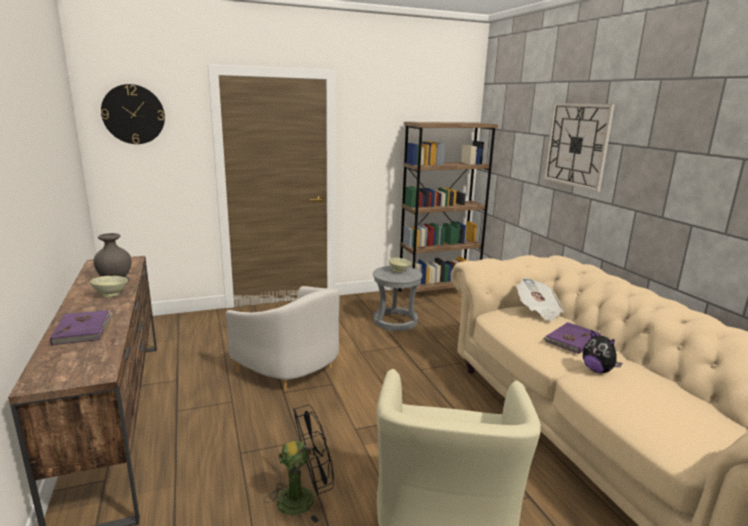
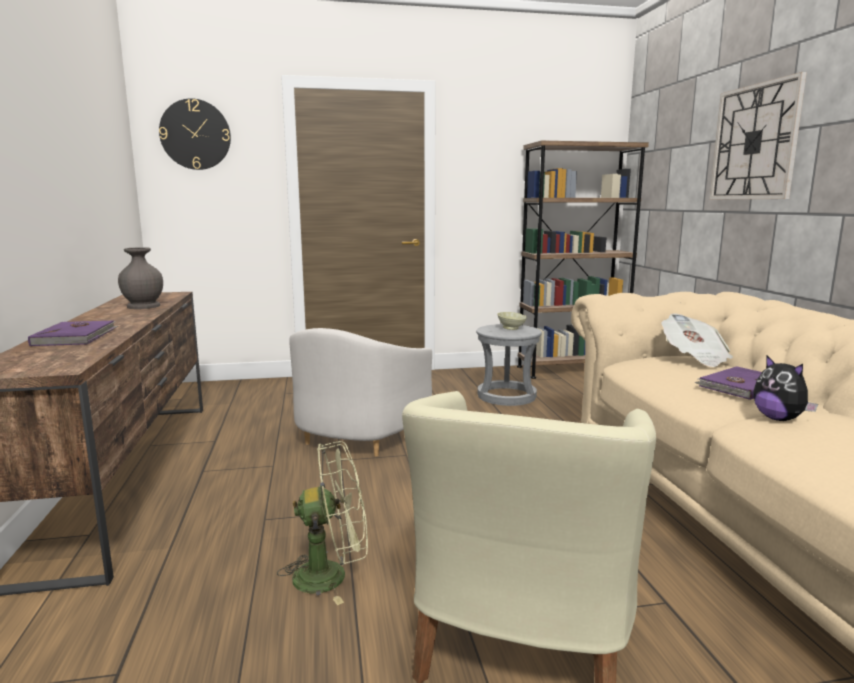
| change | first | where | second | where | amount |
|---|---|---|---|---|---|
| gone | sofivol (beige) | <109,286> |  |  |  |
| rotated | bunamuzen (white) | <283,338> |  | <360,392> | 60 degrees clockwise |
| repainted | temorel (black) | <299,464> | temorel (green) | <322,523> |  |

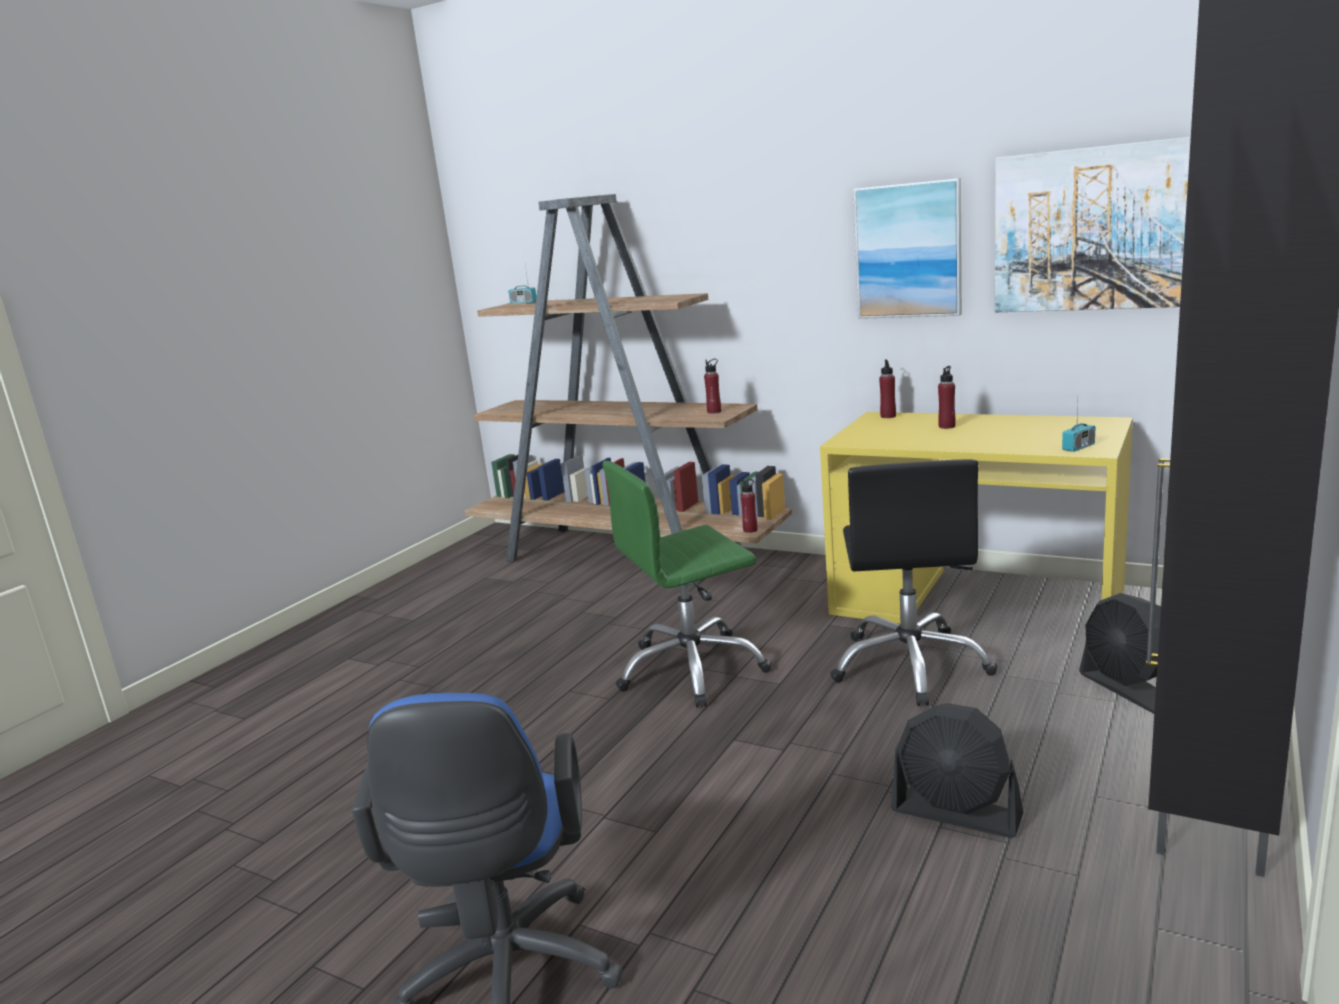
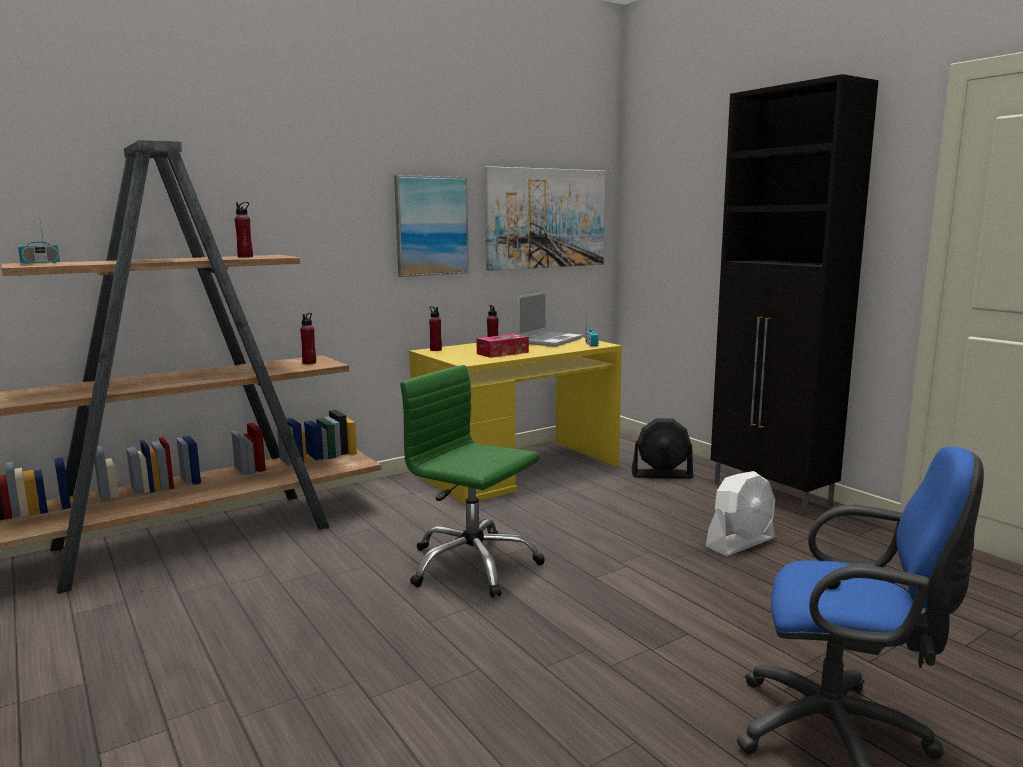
| change | first | where | second | where | amount |
|---|---|---|---|---|---|
| rotated | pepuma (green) | <687,584> |  | <472,481> | 120 degrees clockwise |
| shifted | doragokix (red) | <749,506> |  | <244,230> |  |
| gone | pepuma (black) | <913,582> |  |  |  |
| repainted | temorel (black) | <957,770> | temorel (white) | <740,513> |  |
| new |  |  | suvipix | <502,346> |  |
| new |  |  | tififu | <550,319> |  |

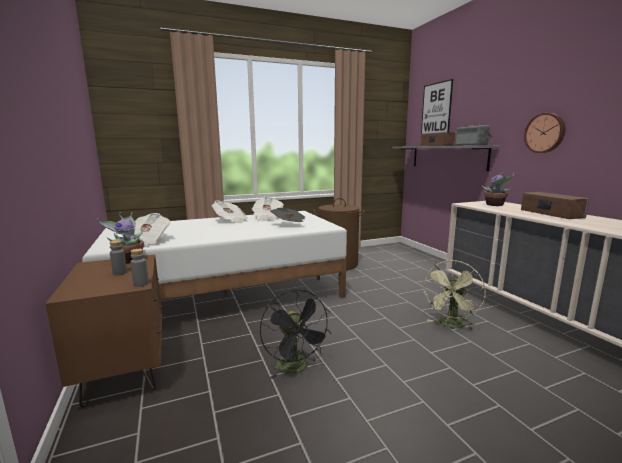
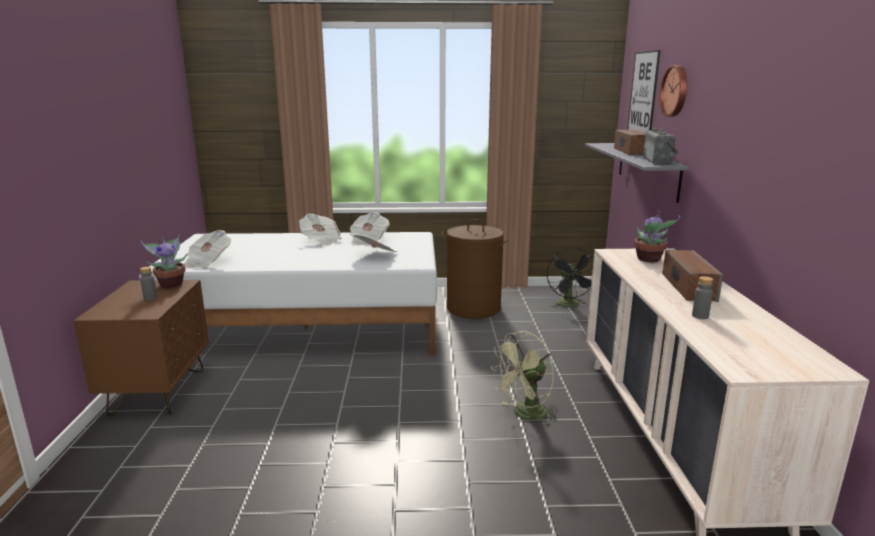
| change | first | where | second | where | amount |
|---|---|---|---|---|---|
| shifted | doragokix (grey) | <139,268> |  | <702,297> |  |
| shifted | temorel (black) | <296,334> |  | <570,277> |  |
| shifted | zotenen | <544,133> |  | <673,91> |  |

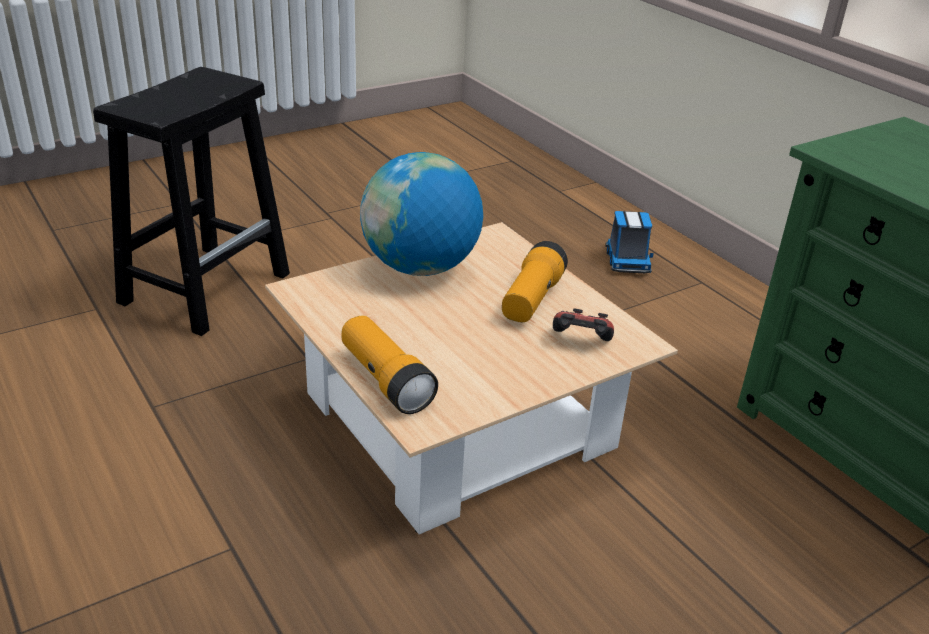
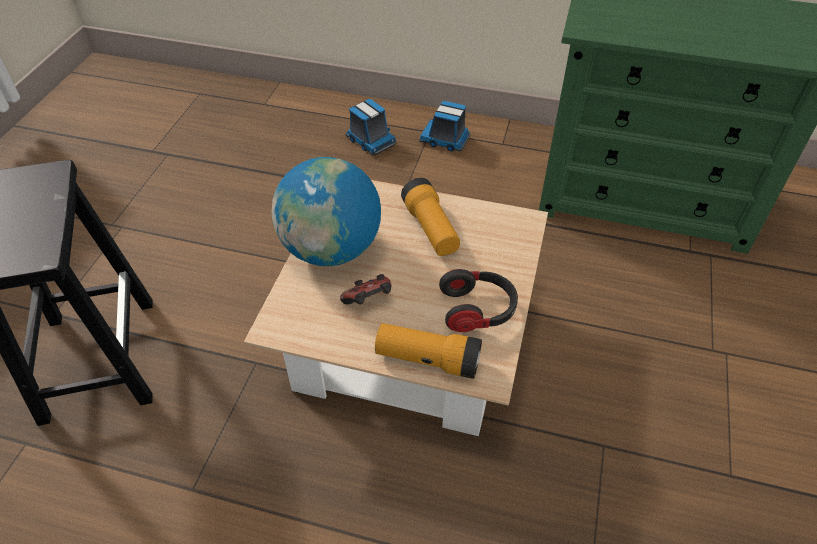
| change | first | where | second | where | amount |
|---|---|---|---|---|---|
| shifted | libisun | <583,324> |  | <365,289> |  |
| new |  |  | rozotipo | <444,126> |  |
| new |  |  | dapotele | <478,300> |  |

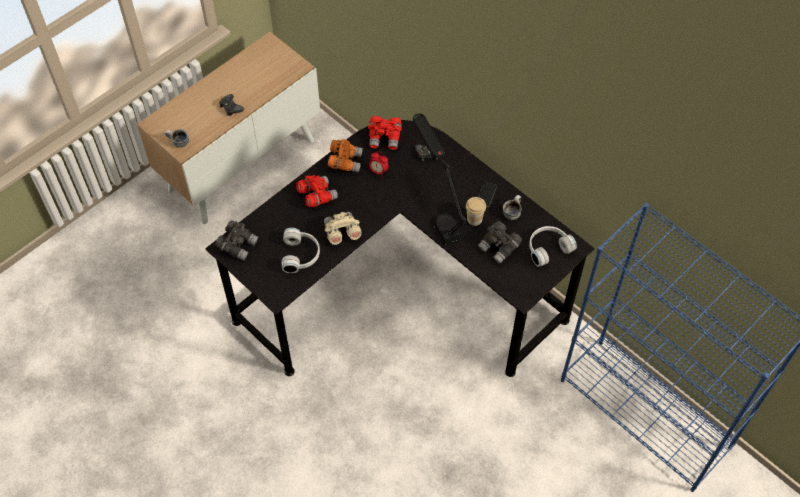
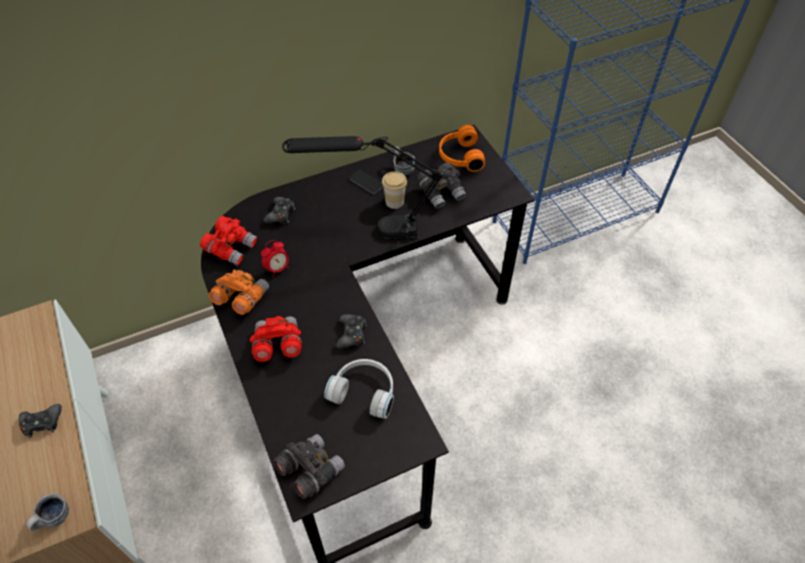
| change | first | where | second | where | amount |
|---|---|---|---|---|---|
| swapped | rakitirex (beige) | <342,228> | libisun (black) | <351,331> |  |
| repainted | dapotele (white) | <553,246> | dapotele (orange) | <462,148> |  |

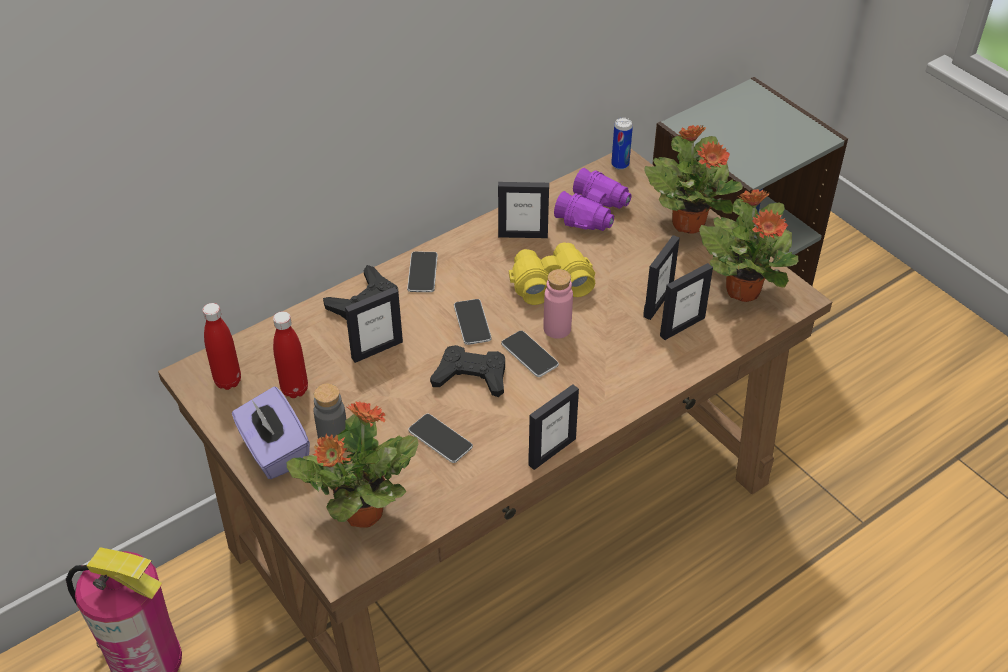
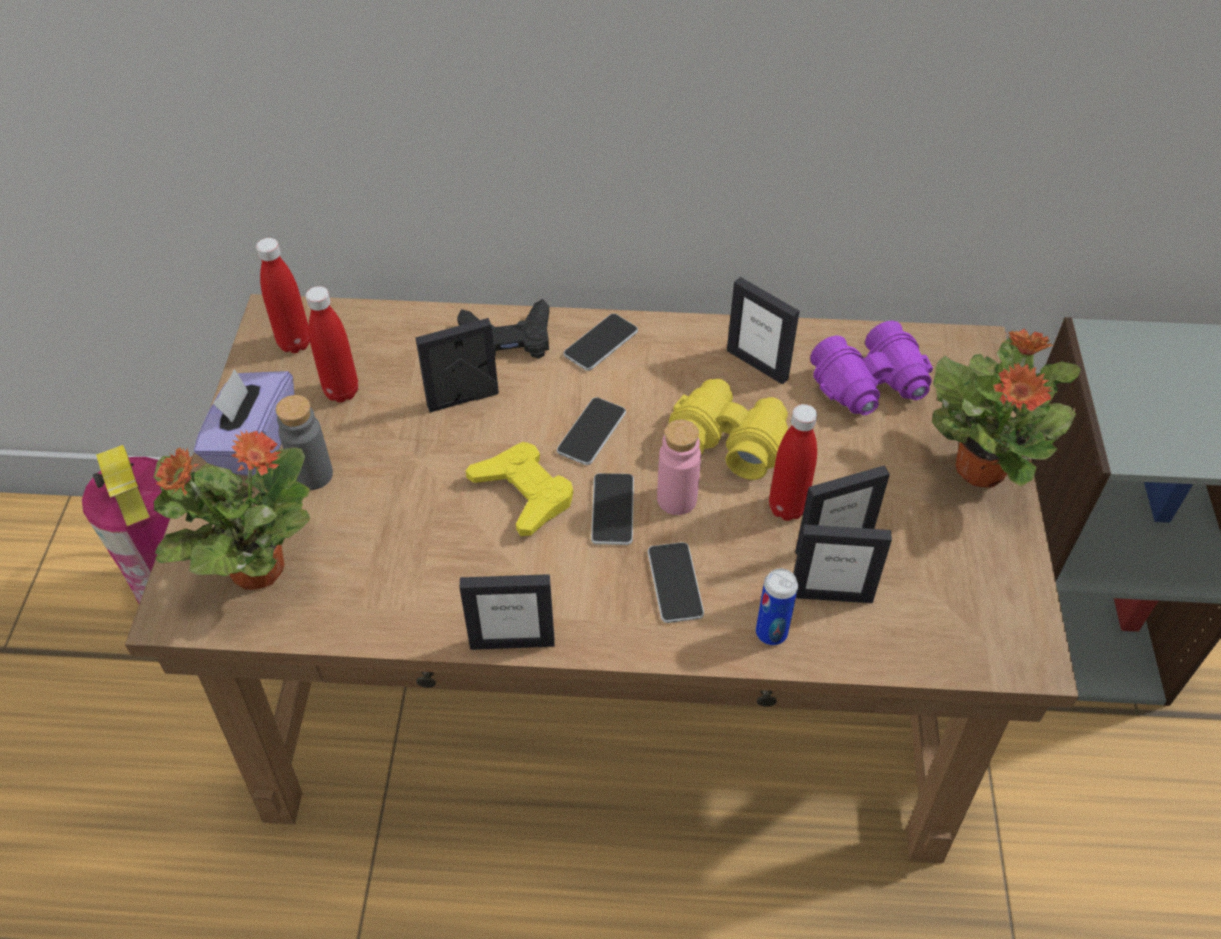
| change | first | where | second | where | amount |
|---|---|---|---|---|---|
| rotated | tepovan | <374,325> |  | <457,365> | 150 degrees clockwise |
| shifted | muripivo | <440,438> |  | <676,582> |  |
| repainted | libisun (black) | <467,371> | libisun (yellow) | <519,489> |  |
| shifted | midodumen | <622,143> |  | <777,607> |  |
| gone | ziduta | <748,245> |  |  |  |
| new |  |  | doragokix (red) | <793,462> |  |

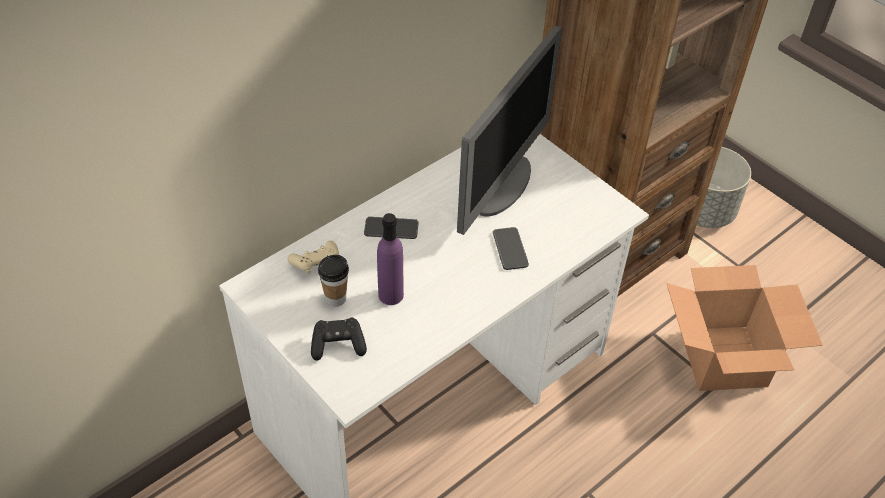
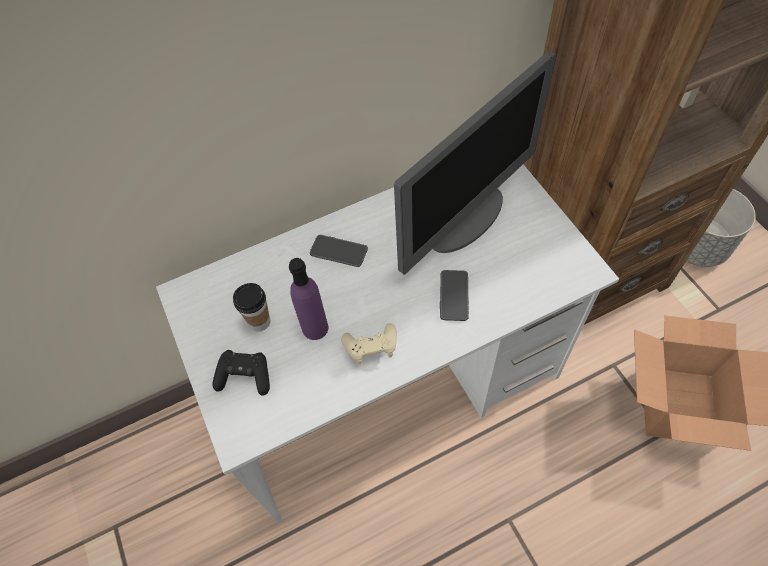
| change | first | where | second | where | amount |
|---|---|---|---|---|---|
| shifted | libisun (beige) | <313,258> |  | <369,344> |  |

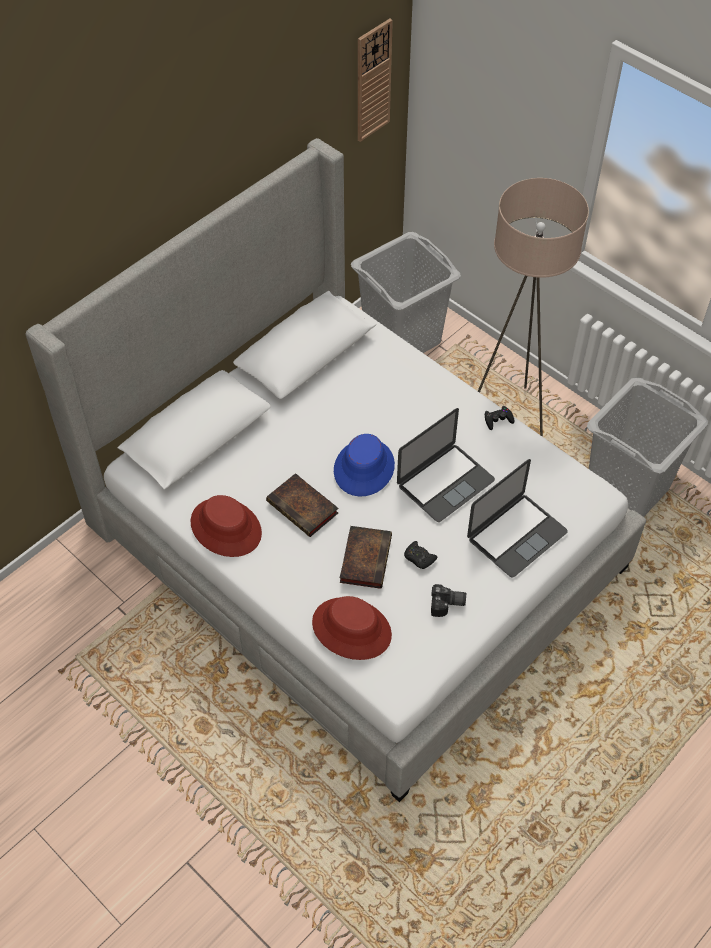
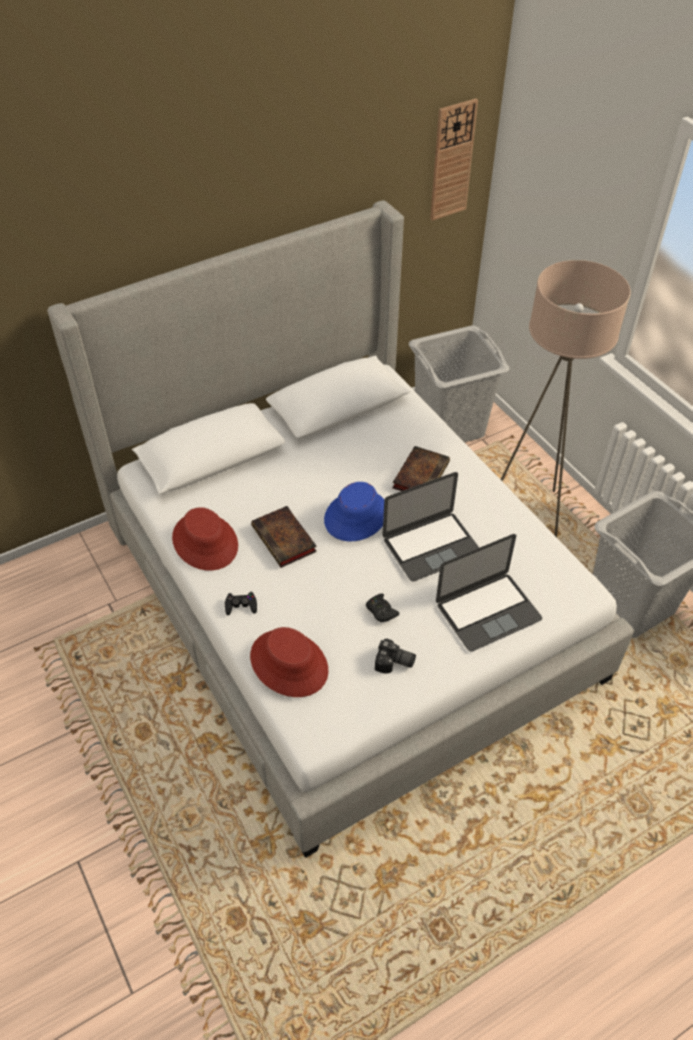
| change | first | where | second | where | amount |
|---|---|---|---|---|---|
| shifted | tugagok | <366,557> |  | <421,468> |  |
| shifted | libisun (black) | <499,418> |  | <241,603> |  |

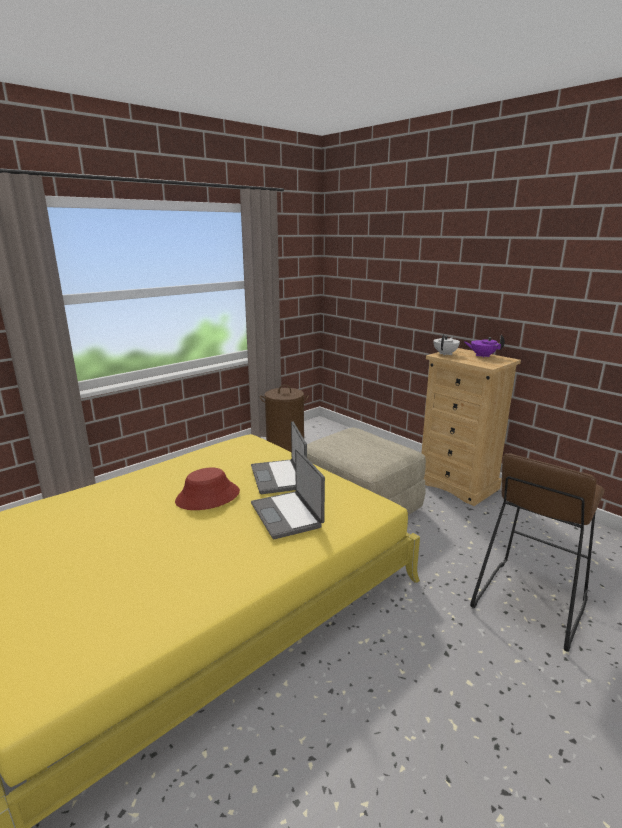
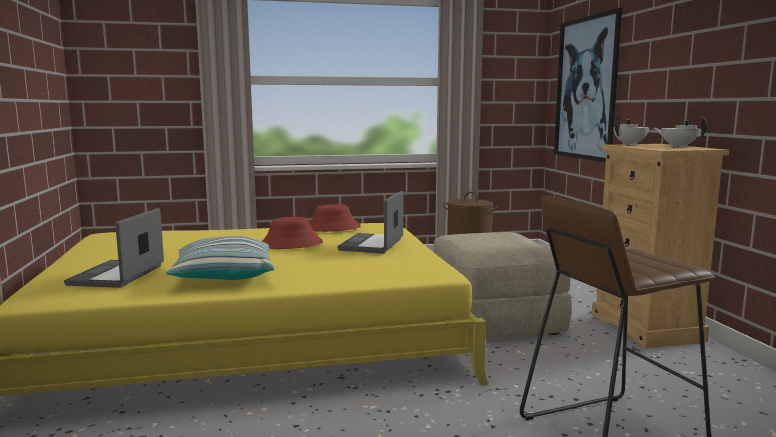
| change | first | where | second | where | amount |
|---|---|---|---|---|---|
| shifted | tififu | <288,494> |  | <114,248> |  |
| repainted | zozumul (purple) | <484,346> | zozumul (white) | <680,131> |  |
| new |  |  | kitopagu | <220,258> |  |
| new |  |  | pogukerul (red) | <335,218> |  |
| new |  |  | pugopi | <588,85> |  |

